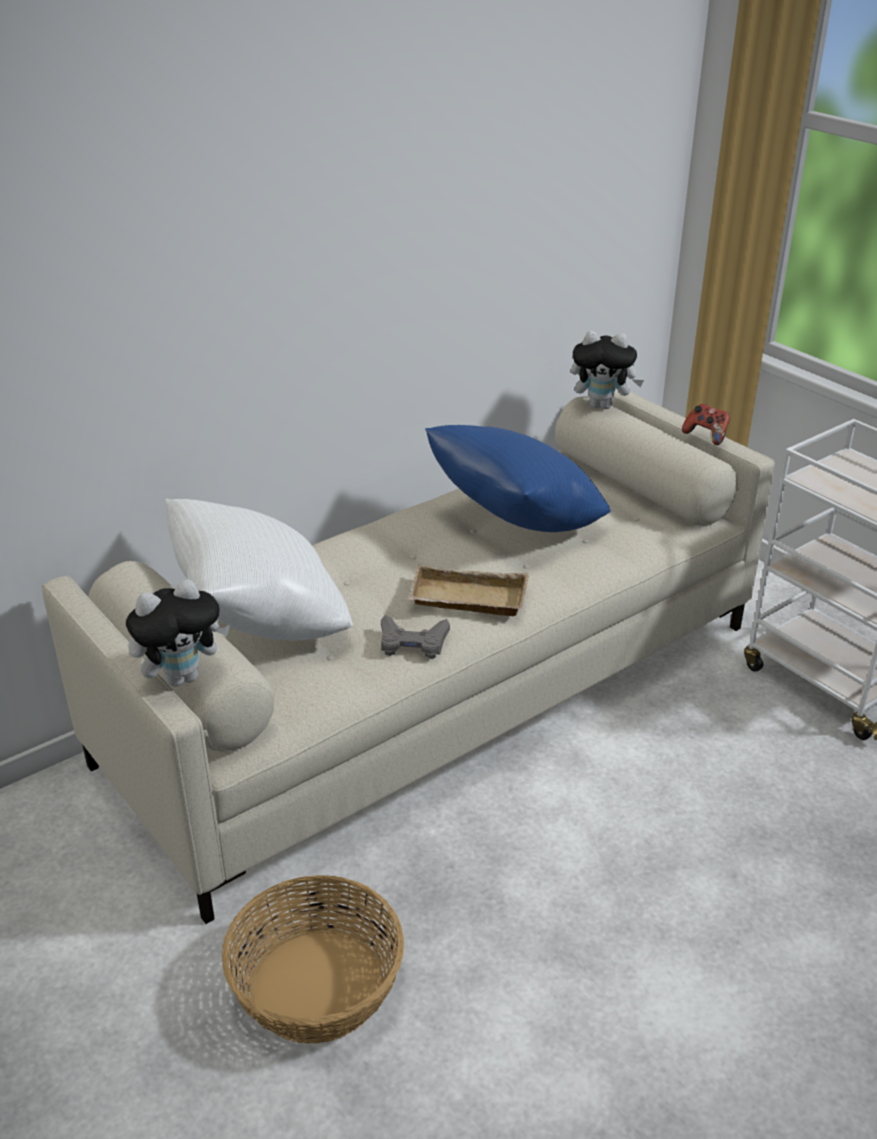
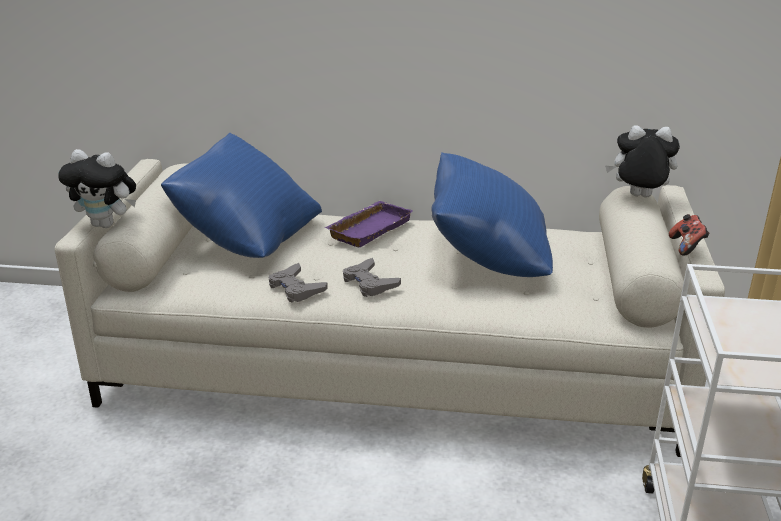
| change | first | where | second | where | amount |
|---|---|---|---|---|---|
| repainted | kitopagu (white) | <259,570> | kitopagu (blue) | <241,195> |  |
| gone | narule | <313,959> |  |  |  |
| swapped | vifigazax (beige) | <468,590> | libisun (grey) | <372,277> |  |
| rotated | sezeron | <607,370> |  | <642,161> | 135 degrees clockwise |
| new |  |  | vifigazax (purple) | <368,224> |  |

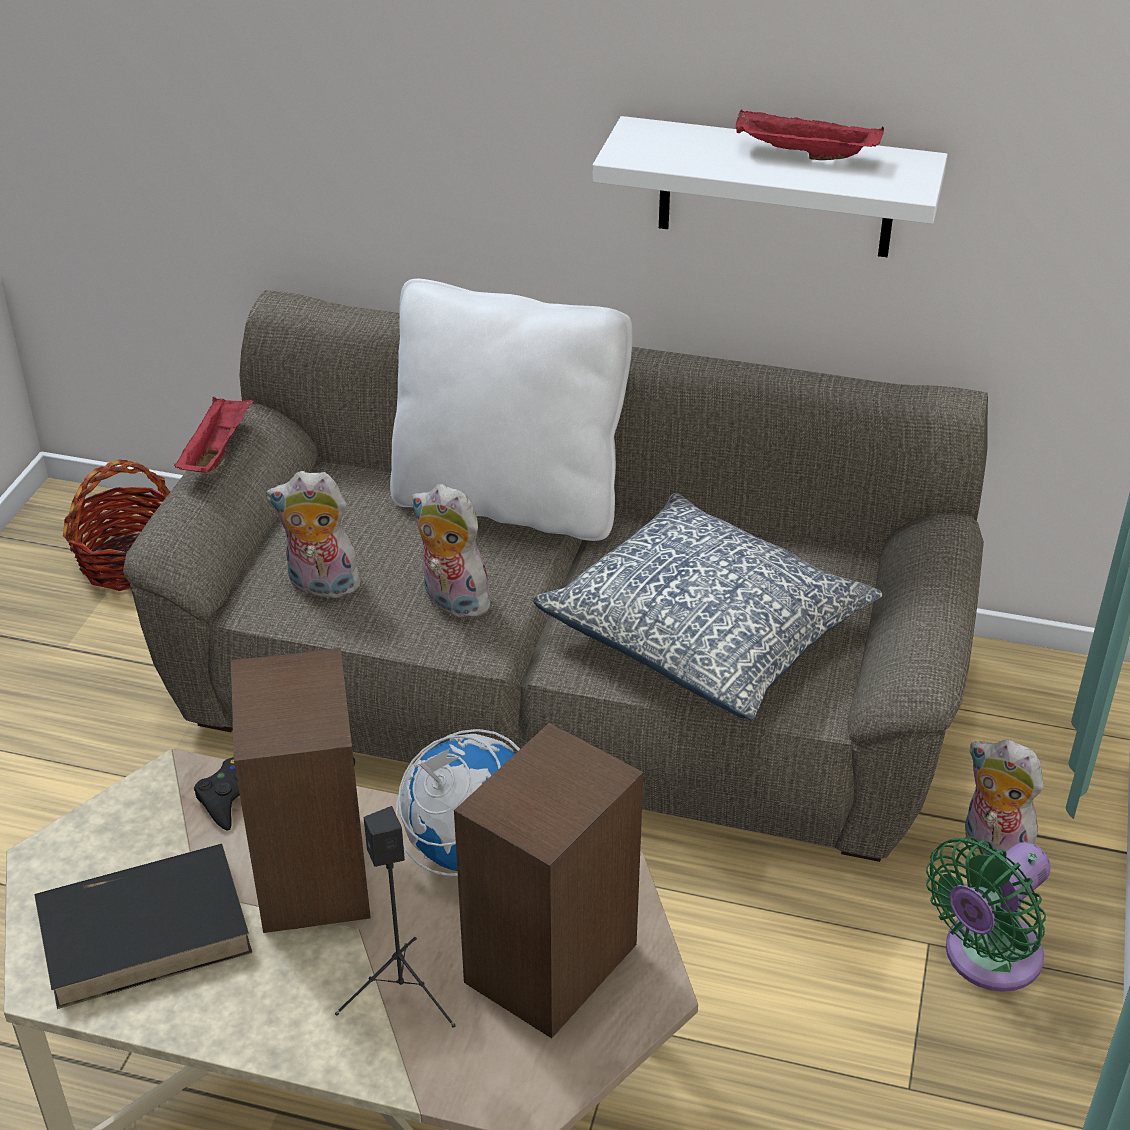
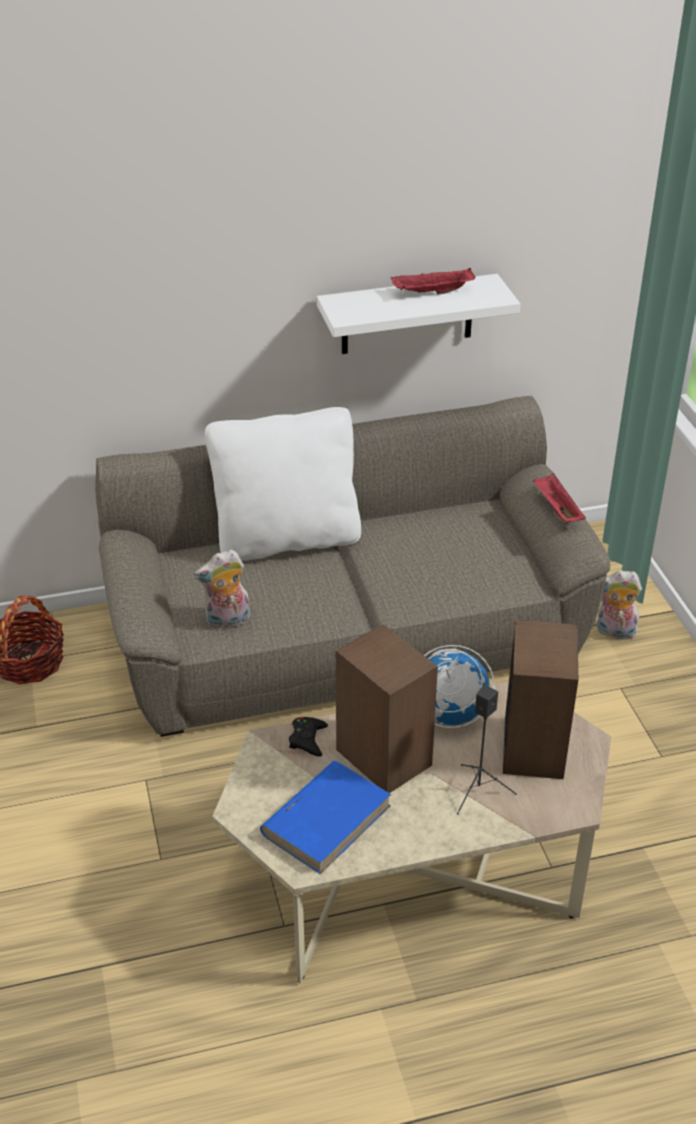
| change | first | where | second | where | amount |
|---|---|---|---|---|---|
| repainted | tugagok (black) | <143,926> | tugagok (blue) | <325,817> |  |
| shifted | vifigazax (red) | <214,435> |  | <559,497> |  |
| gone | sezeron | <455,551> |  |  |  |
| gone | kitopagu | <708,606> |  |  |  |
| gone | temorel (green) | <988,914> |  |  |  |

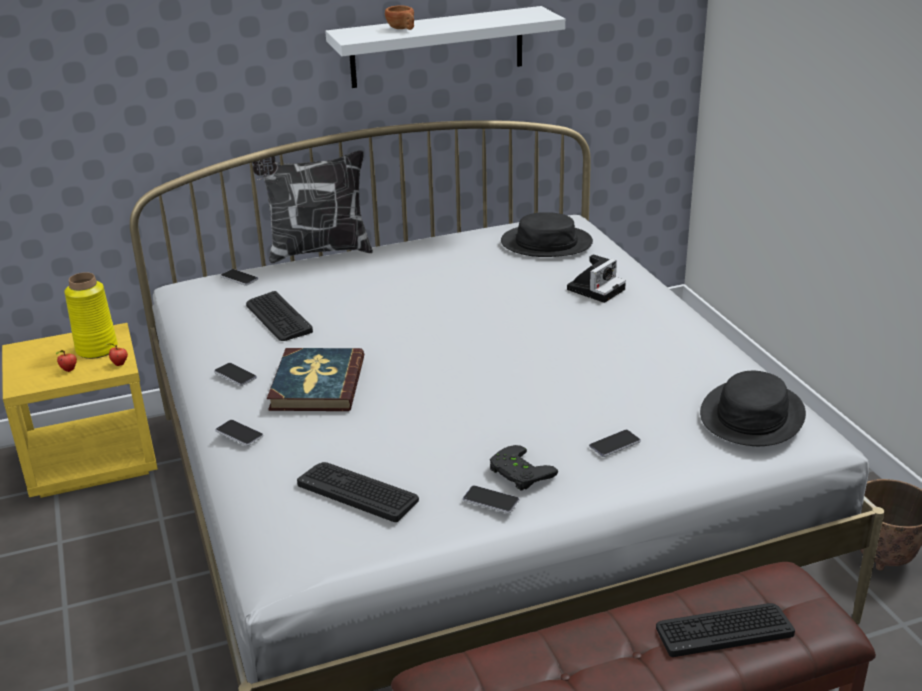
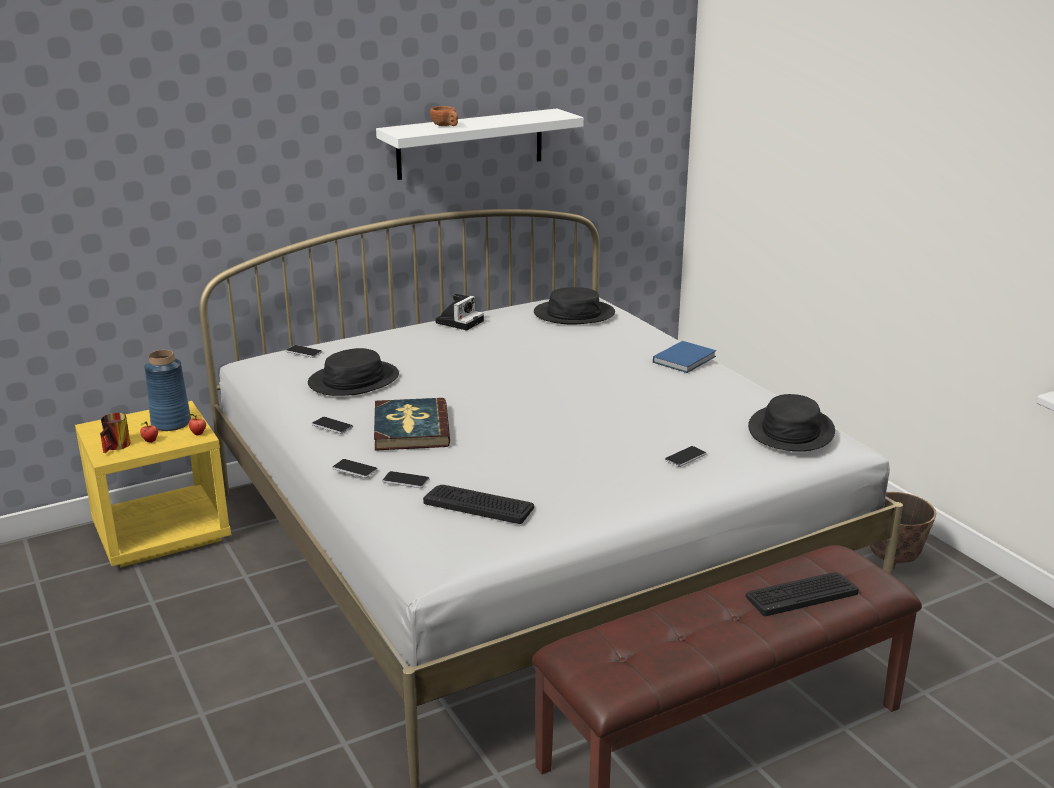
| change | first | where | second | where | amount |
|---|---|---|---|---|---|
| repainted | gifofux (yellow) | <91,315> | gifofux (blue) | <167,390> |  |
| swapped | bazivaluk | <279,316> | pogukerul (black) | <353,372> |  |
| gone | kitopagu | <312,207> |  |  |  |
| shifted | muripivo | <491,499> |  | <405,479> |  |
| gone | libisun (black) | <524,468> |  |  |  |
| shifted | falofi | <596,279> |  | <459,312> |  |
| new |  |  | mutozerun | <115,433> |  |
| new |  |  | tugagok (blue) | <684,357> |  |

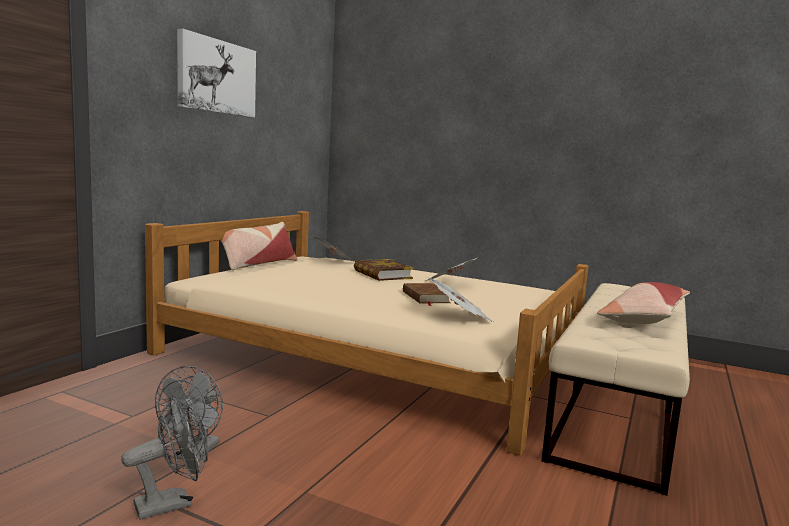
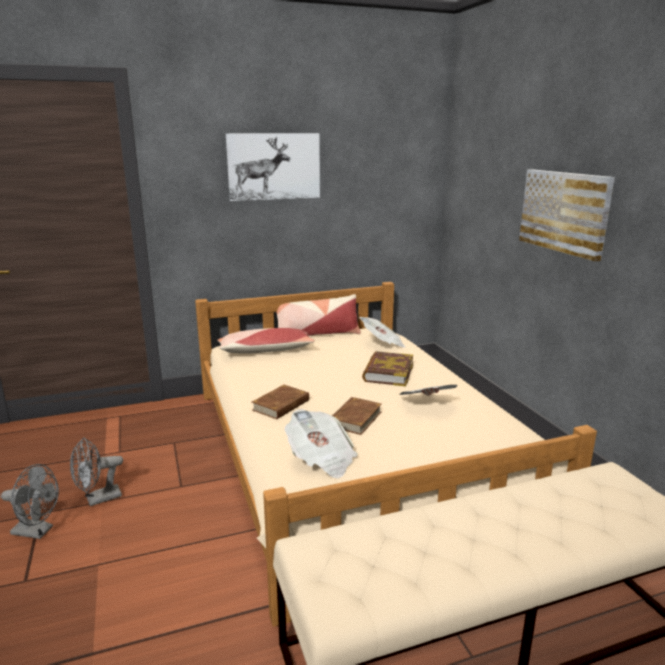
| change | first | where | second | where | amount |
|---|---|---|---|---|---|
| shifted | kitopagu | <643,303> |  | <266,341> |  |
| new |  |  | tugagok (brown) | <280,402> |  |
| new |  |  | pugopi | <567,215> |  |

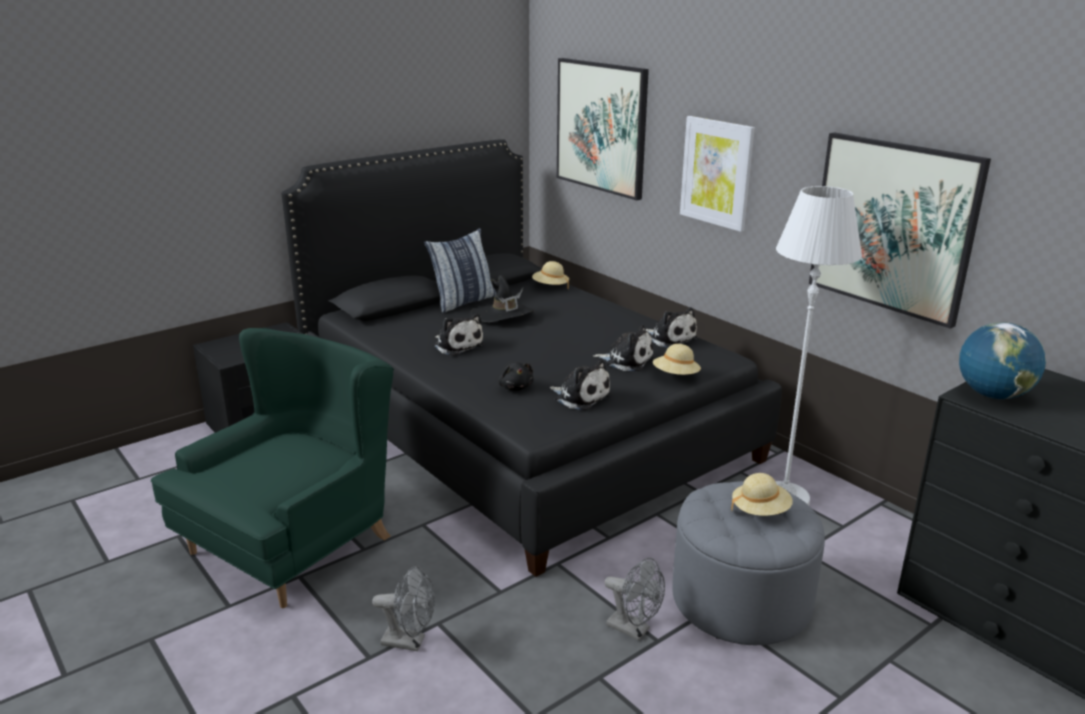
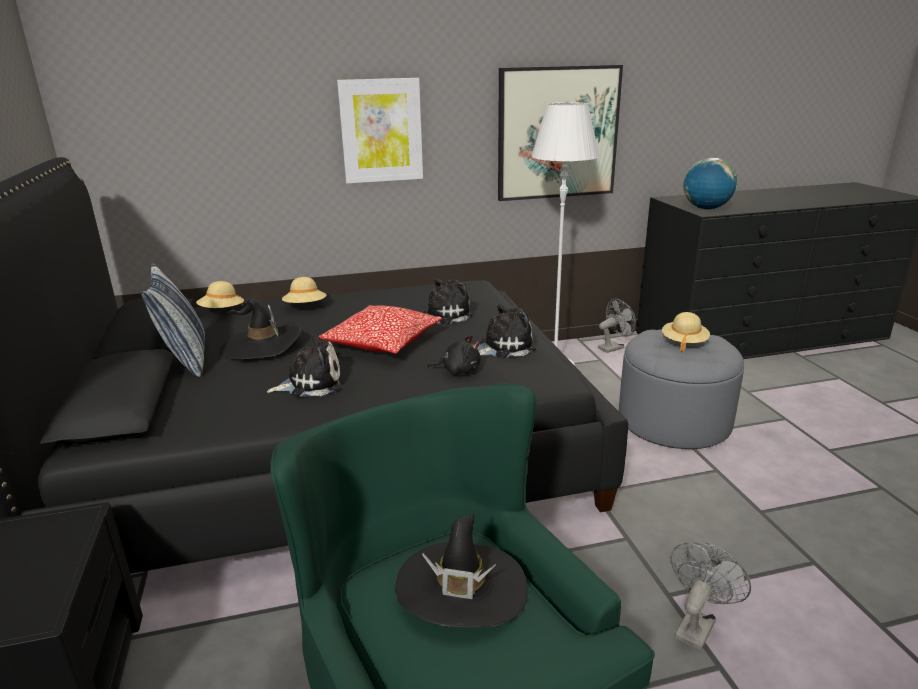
| change | first | where | second | where | amount |
|---|---|---|---|---|---|
| gone | pugopi | <603,129> |  |  |  |
| shifted | temorel (grey) | <634,599> |  | <616,326> |  |
| gone | sezeron | <672,327> |  |  |  |
| shifted | pogukerul (beige) | <677,359> |  | <304,290> |  |
| new |  |  | kitopagu | <380,329> |  |
| new |  |  | pogukerul (black) | <461,569> |  |

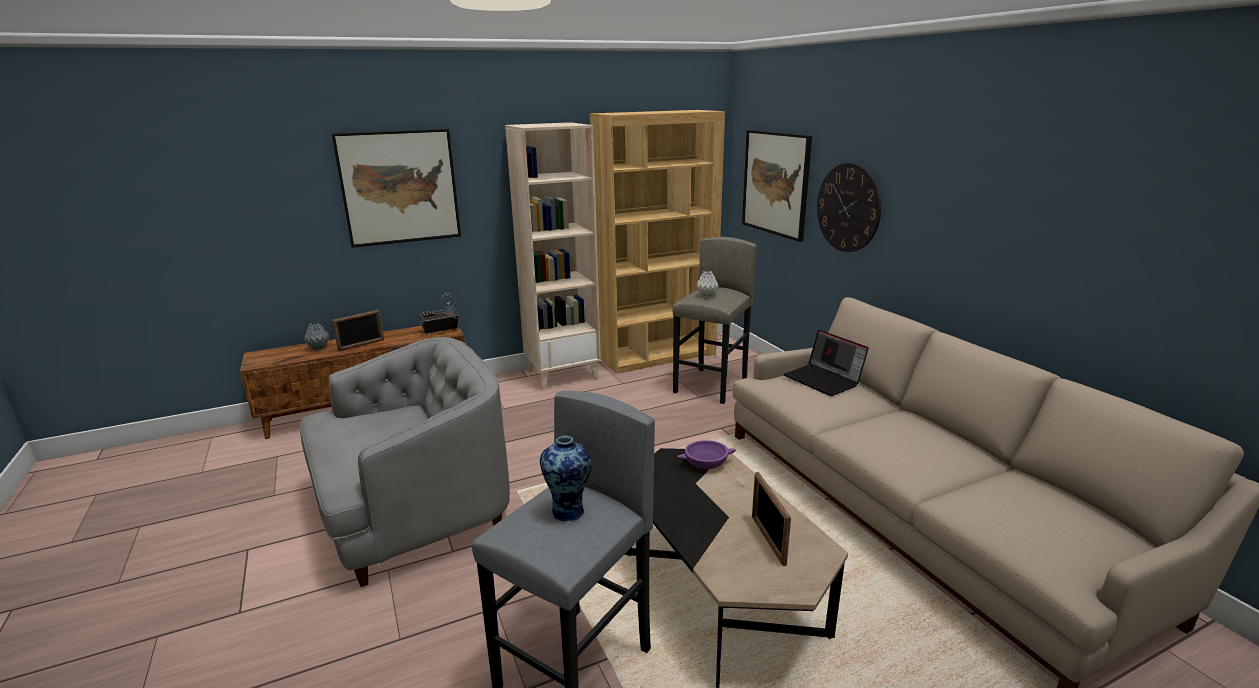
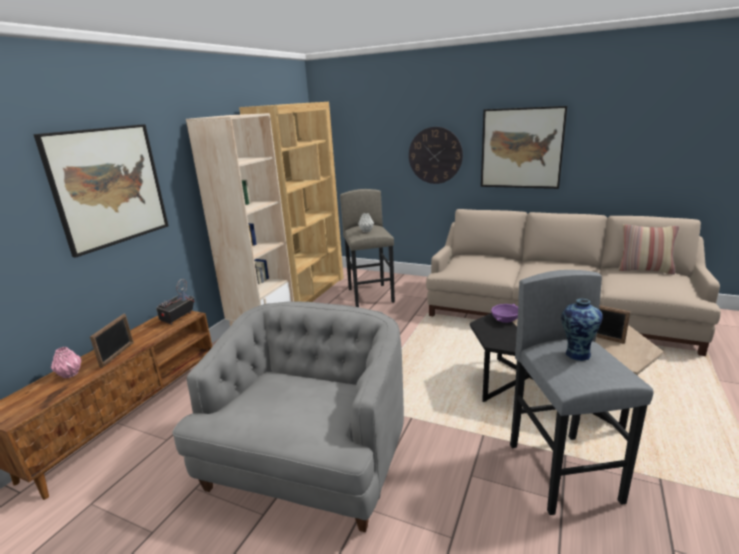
| change | first | where | second | where | amount |
|---|---|---|---|---|---|
| repainted | gifofux (grey) | <316,336> | gifofux (pink) | <66,362> |  |
| shifted | pugopi | <777,186> |  | <524,147> |  |
| gone | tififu | <826,363> |  |  |  |
| new |  |  | kitopagu | <648,249> |  |

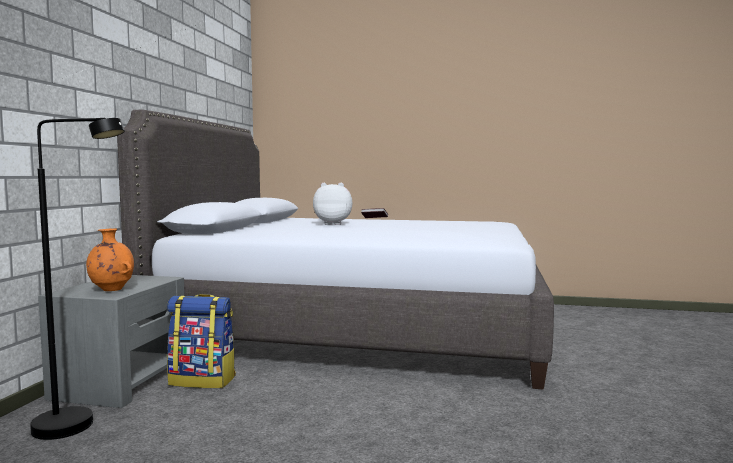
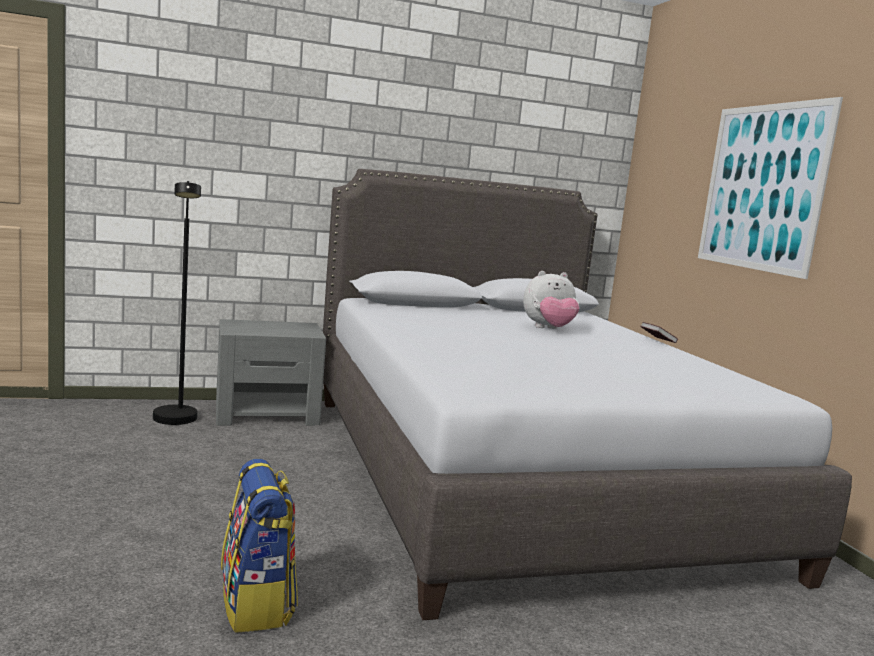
| change | first | where | second | where | amount |
|---|---|---|---|---|---|
| gone | gifofux (orange) | <110,260> |  |  |  |
| shifted | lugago | <201,341> |  | <259,546> |  |
| rotated | sezeron | <332,204> |  | <551,300> | 105 degrees clockwise |
| new |  |  | pugopi | <770,188> |  |

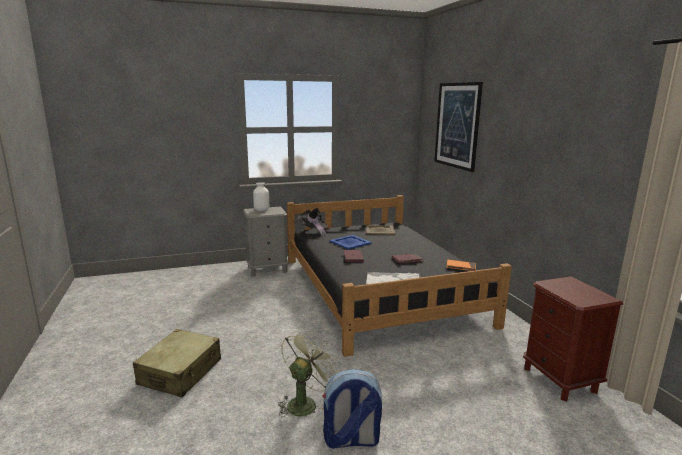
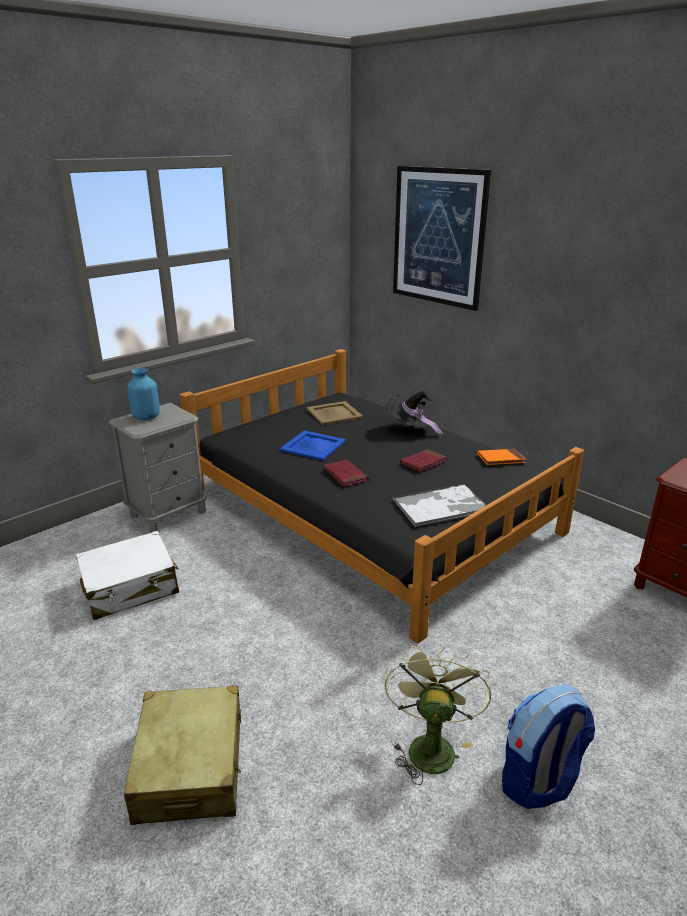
| change | first | where | second | where | amount |
|---|---|---|---|---|---|
| repainted | gifofux (white) | <261,196> | gifofux (blue) | <143,394> |  |
| shifted | pogukerul (black) | <312,222> |  | <414,413> |  |
| new |  |  | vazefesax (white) | <127,575> |  |

